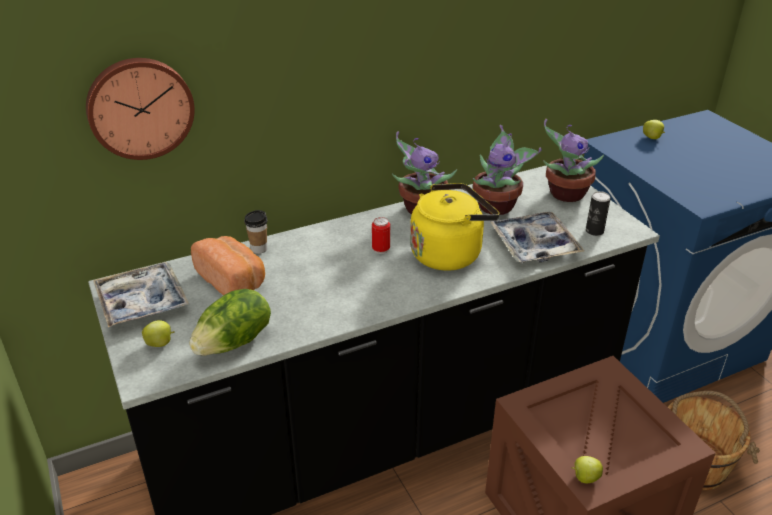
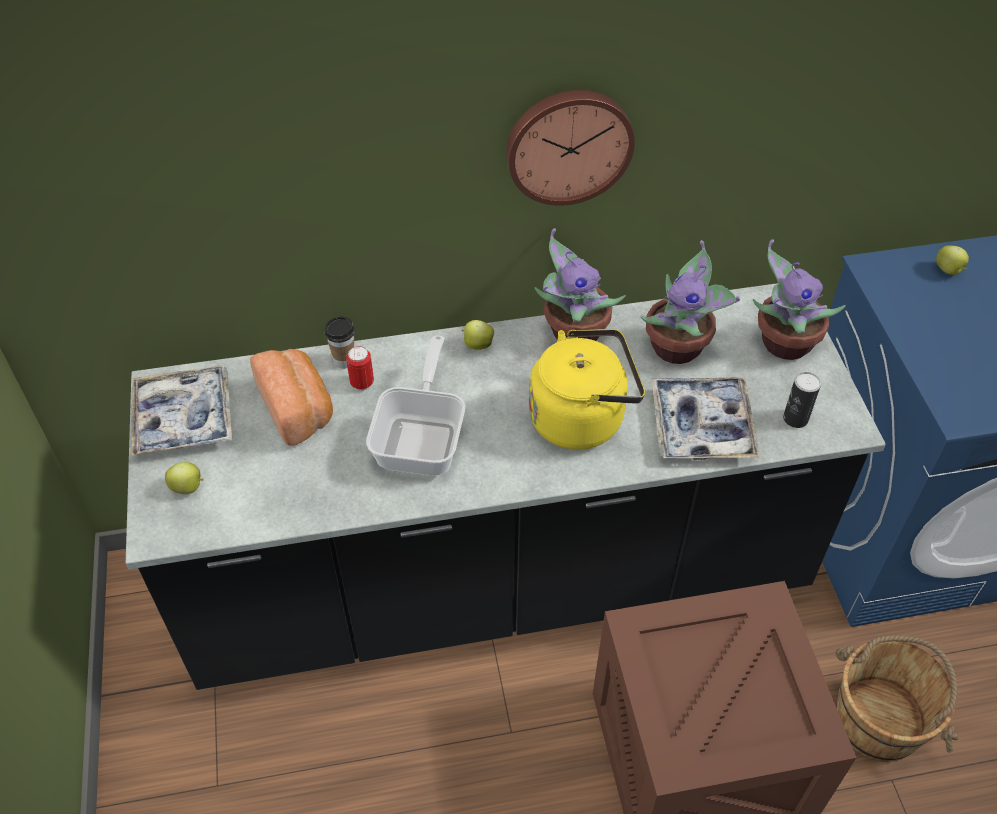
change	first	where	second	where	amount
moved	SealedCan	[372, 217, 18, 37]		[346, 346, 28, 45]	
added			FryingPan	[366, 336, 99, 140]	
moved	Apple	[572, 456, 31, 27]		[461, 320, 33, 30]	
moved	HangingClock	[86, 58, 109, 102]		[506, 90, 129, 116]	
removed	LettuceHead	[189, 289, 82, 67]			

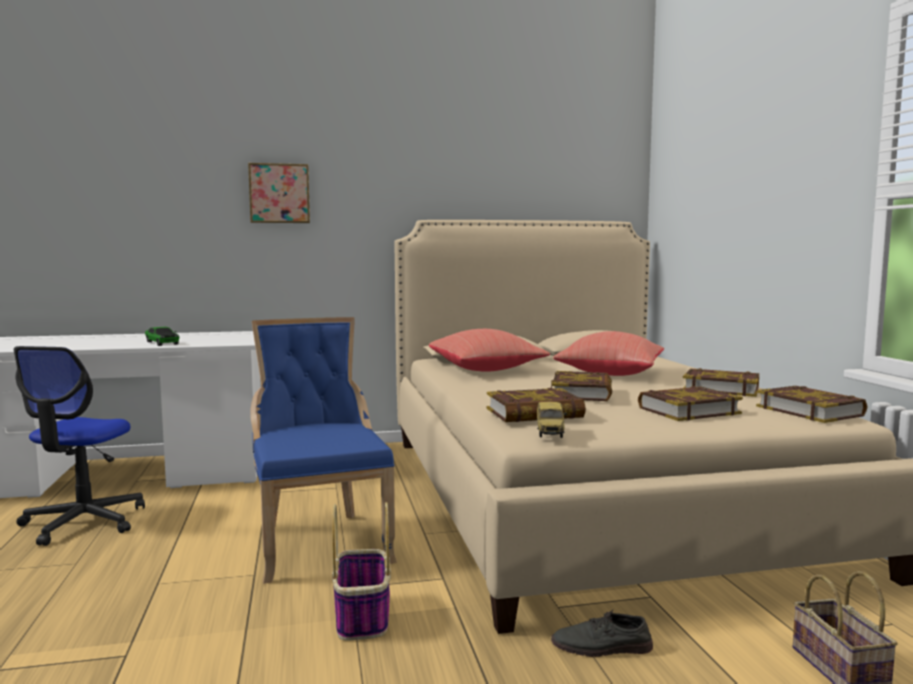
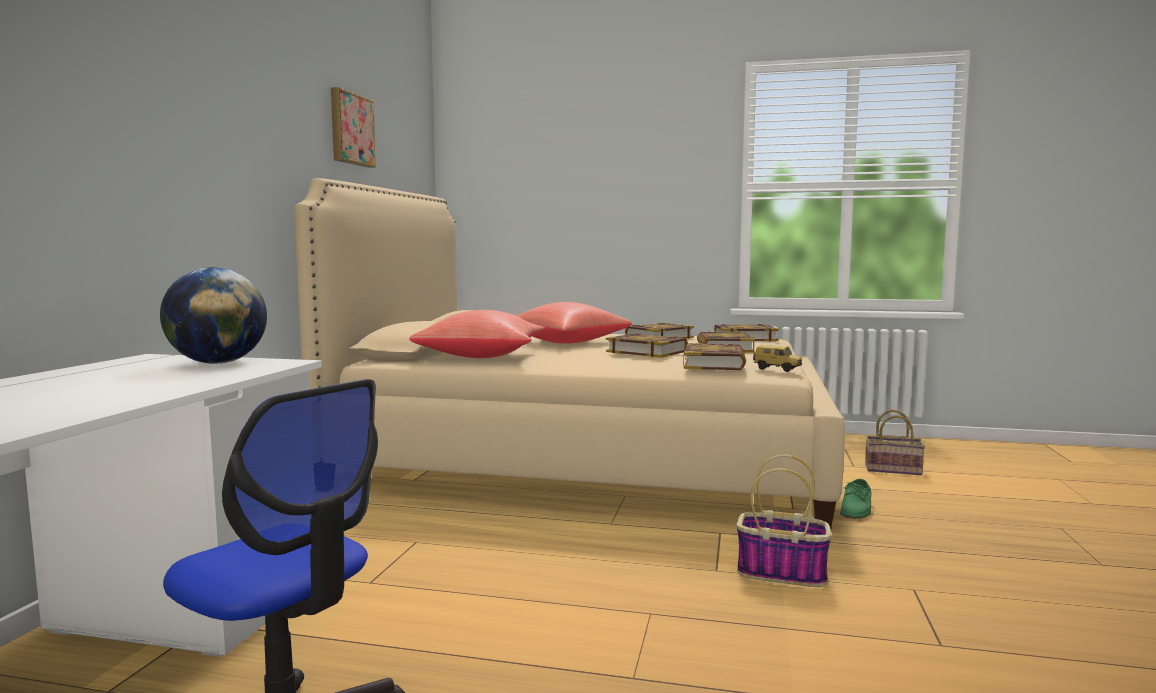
change	first	where	second	where	amount
added			Globe	[160, 267, 107, 97]	
moved	WallArt	[248, 163, 62, 60]		[331, 87, 45, 81]	
recoloured	GreyShoe	[551, 610, 102, 47]	GreenShoe	[840, 479, 31, 40]	
removed	ModelCar	[145, 327, 34, 19]			
removed	BlueChair	[250, 317, 147, 267]			

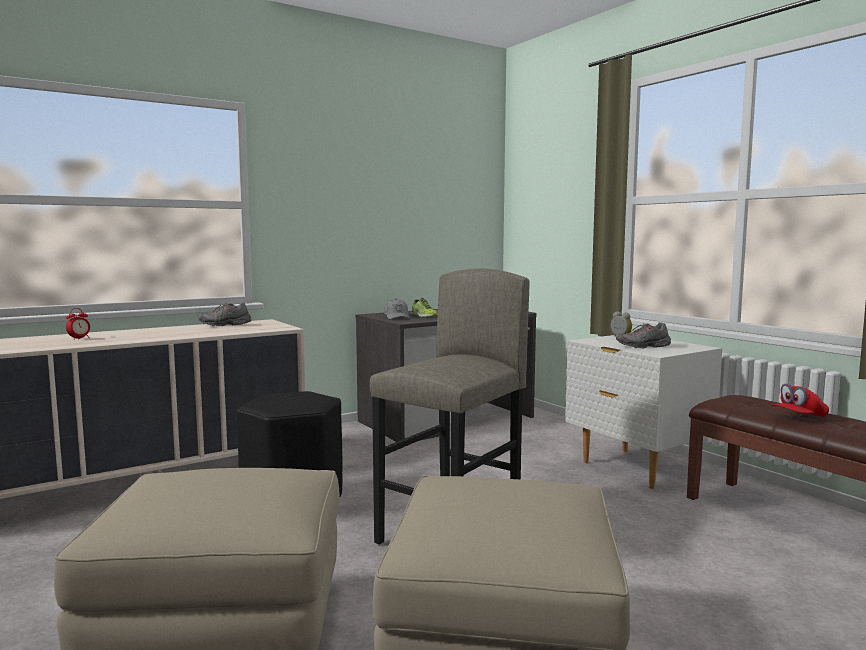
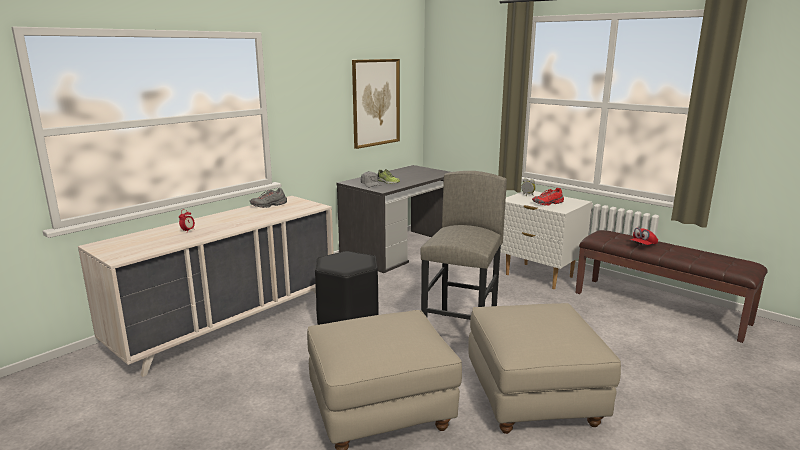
change	first	where	second	where	amount
added			WallArt	[352, 59, 48, 90]	
recoloured	GreyShoe	[616, 322, 55, 26]	ReddishShoe	[532, 188, 32, 18]	

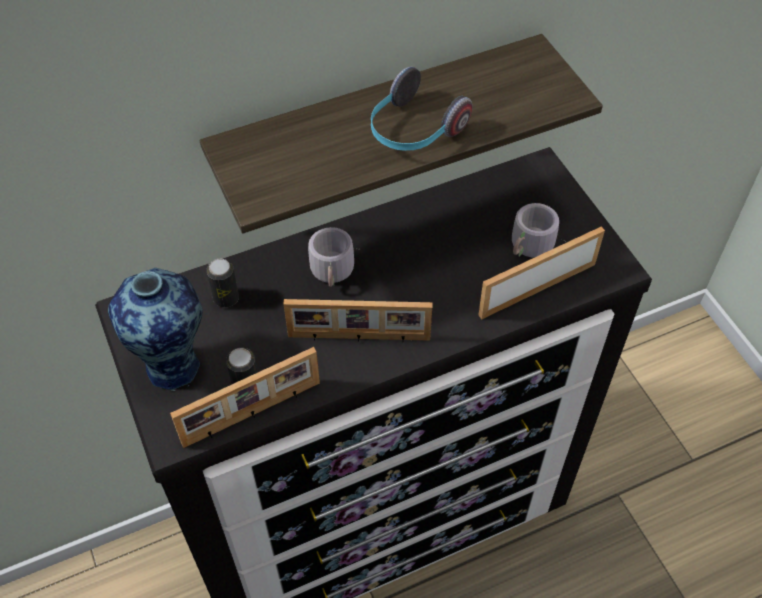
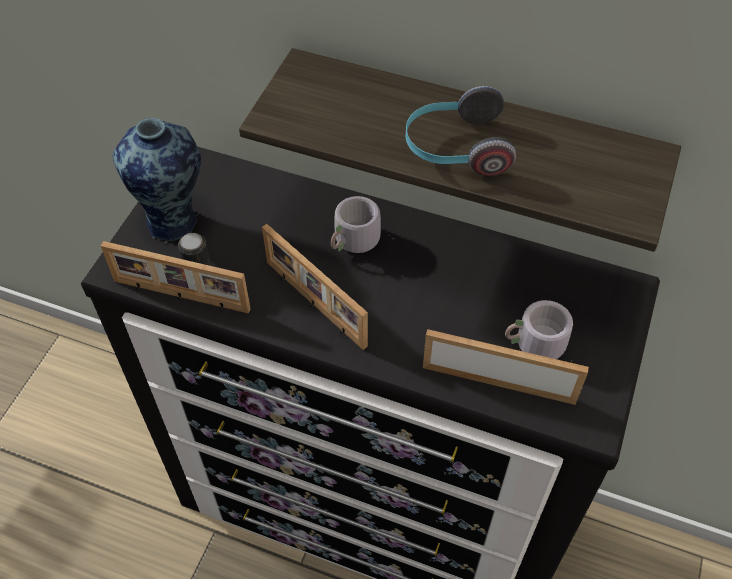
change	first	where	second	where	amount
removed	SealedCan	[206, 259, 33, 48]			

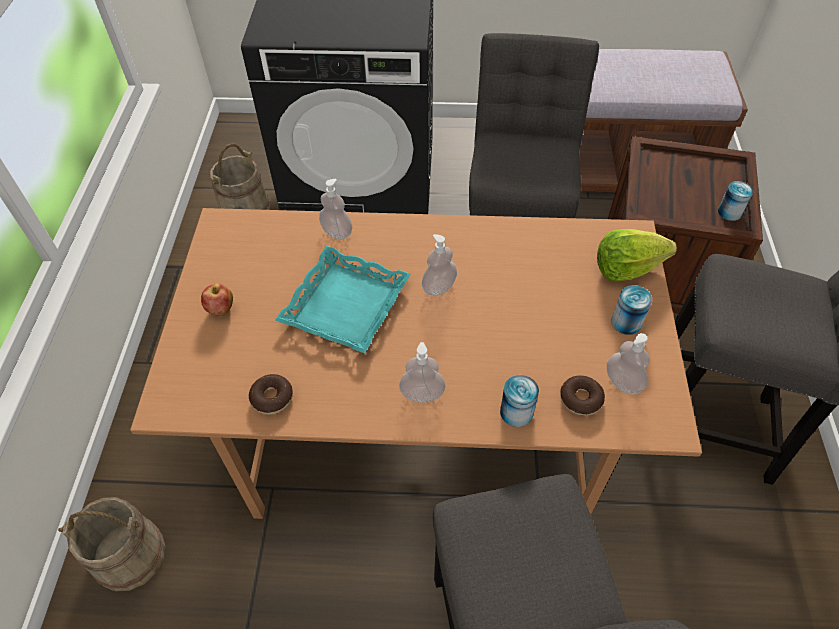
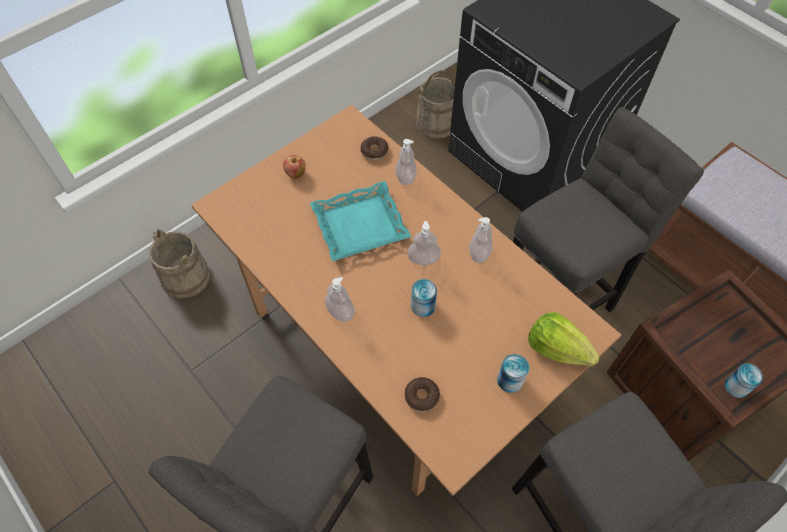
change	first	where	second	where	amount
moved	RingDoughnut	[249, 374, 44, 41]		[361, 136, 27, 24]	
moved	SealedCan	[500, 375, 39, 52]		[411, 279, 26, 38]	
moved	SoapBottle	[607, 333, 43, 61]		[469, 217, 23, 46]	

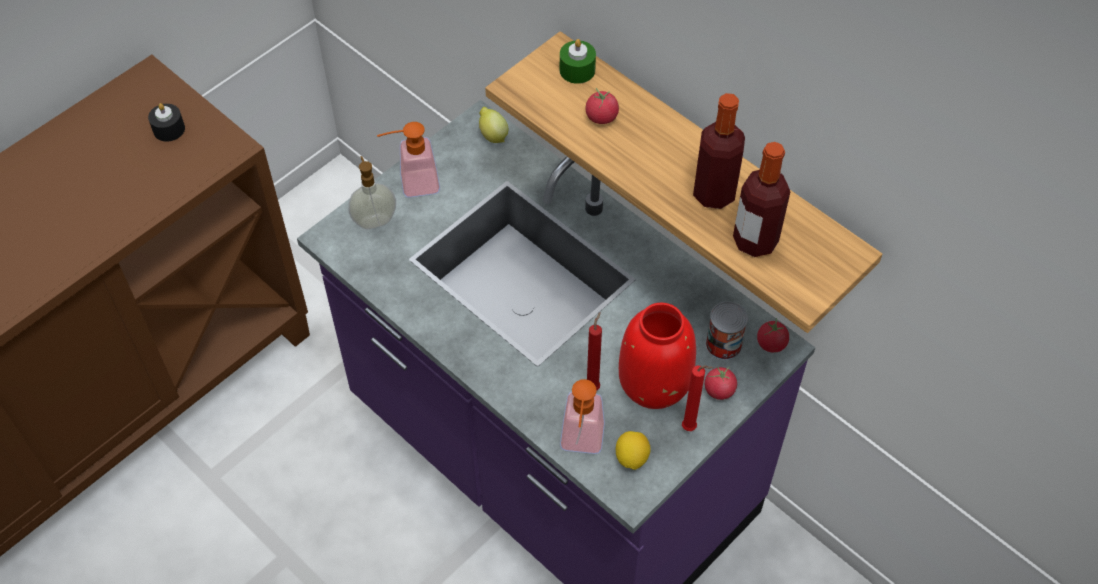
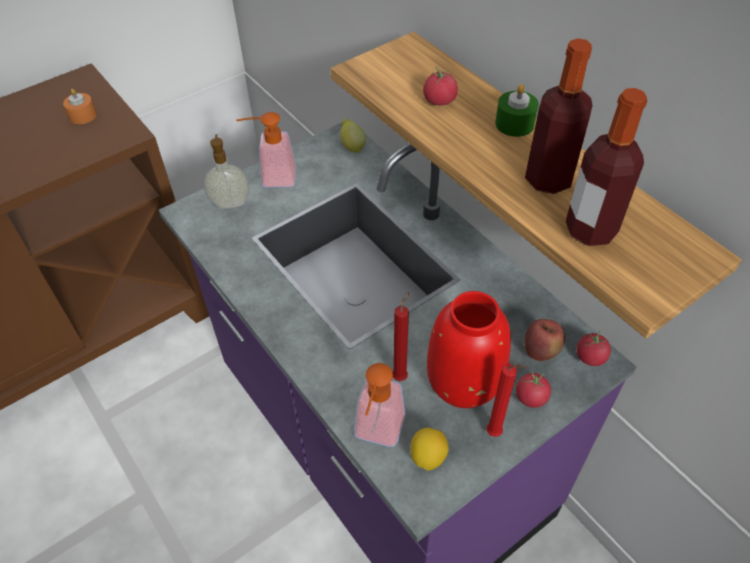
change	first	where	second	where	amount
recoloured	BlackishWaxCandle	[148, 103, 37, 38]	OrangeColouredWaxCandle	[63, 89, 34, 35]	
moved	GreenWaxCandle	[560, 39, 36, 45]		[495, 84, 44, 53]	
replaced	SealedCan	[706, 301, 42, 59]	Apple	[524, 319, 41, 42]	

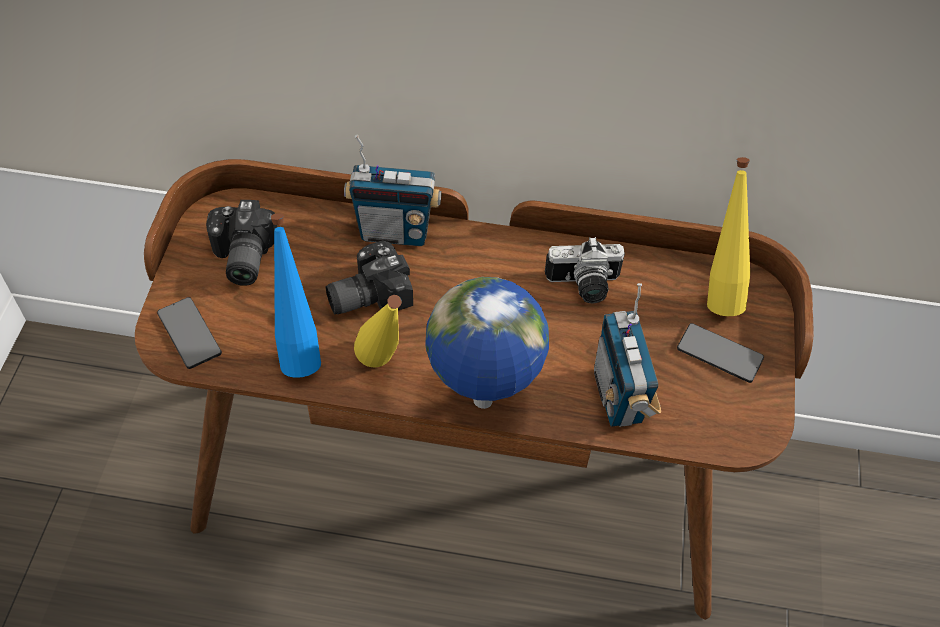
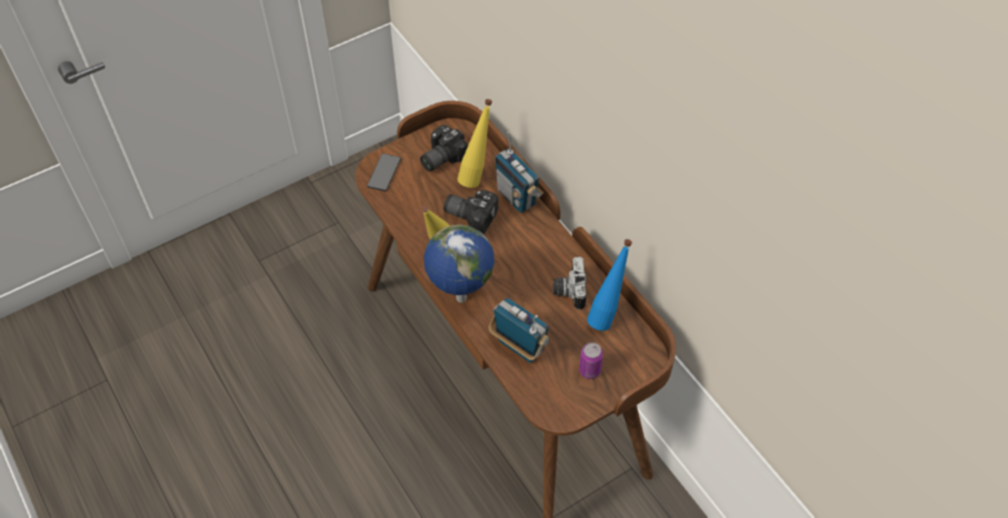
change	first	where	second	where	amount
moved	YellowColouredBeverageBottle	[707, 157, 43, 159]		[457, 99, 35, 89]	
turned	RadioSet	[594, 283, 67, 144]		[489, 297, 60, 66]	90 degrees clockwise
turned	StillCamera	[545, 237, 80, 66]		[553, 257, 33, 53]	45 degrees clockwise
replaced	Telephone	[677, 323, 87, 60]	SealedCan	[579, 342, 24, 37]	
moved	BlueBeverageBottle	[270, 213, 51, 165]		[587, 239, 45, 92]	

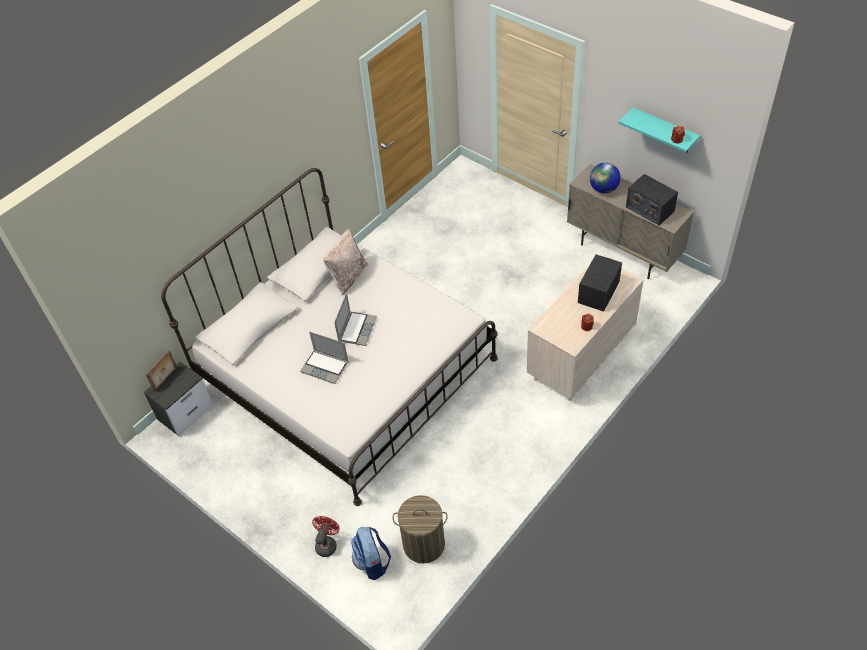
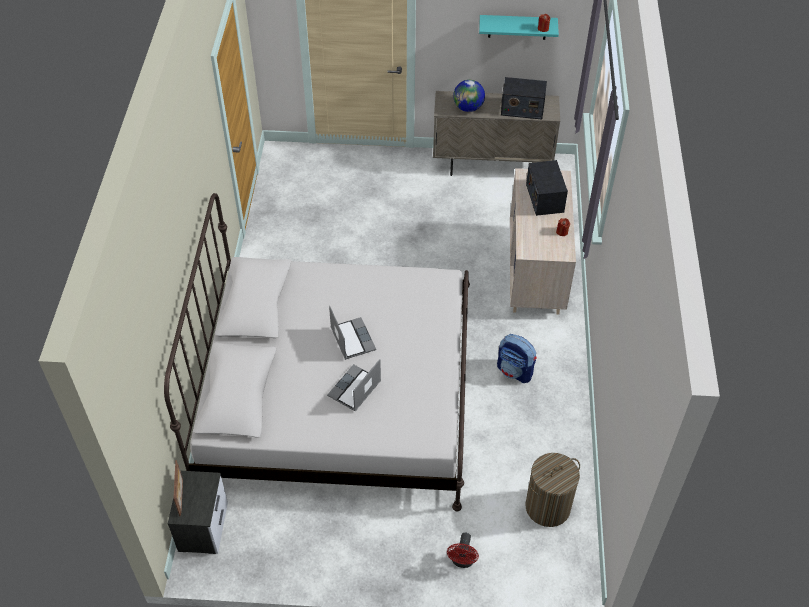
change	first	where	second	where	amount
turned	PortableComputer	[300, 332, 49, 52]		[327, 359, 54, 52]	135 degrees clockwise
turned	ReddishElectricFan	[312, 516, 27, 41]		[447, 533, 32, 35]	150 degrees counterclockwise
moved	Knapsack	[351, 527, 40, 53]		[497, 334, 40, 49]	
removed	SandColouredCushion	[323, 229, 45, 66]			

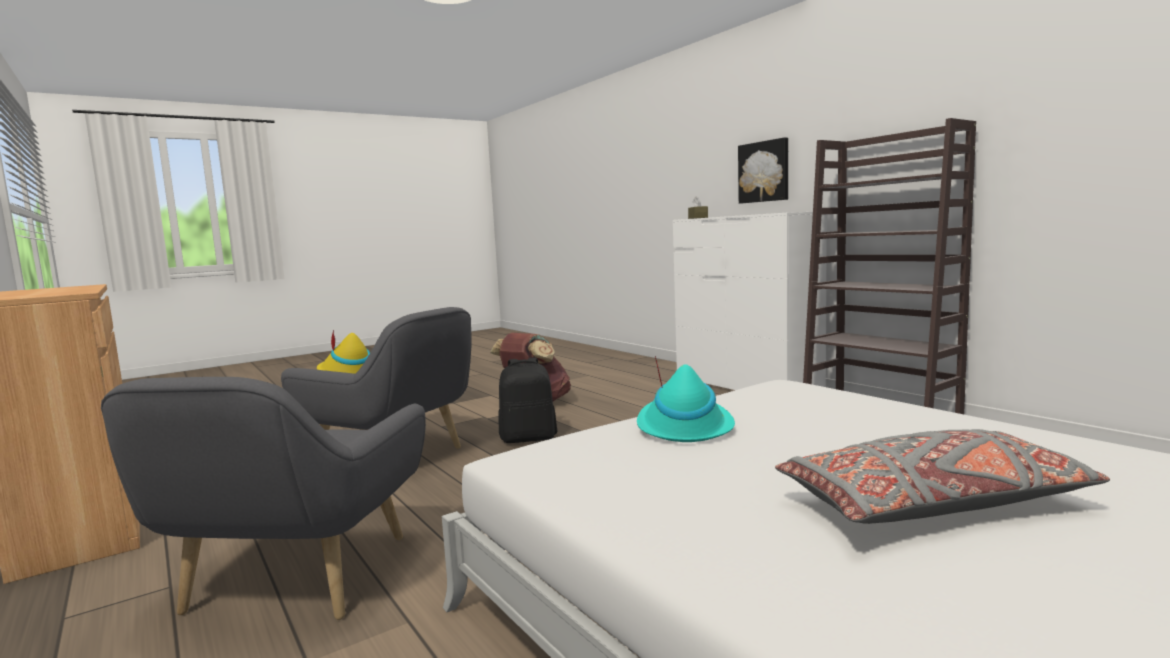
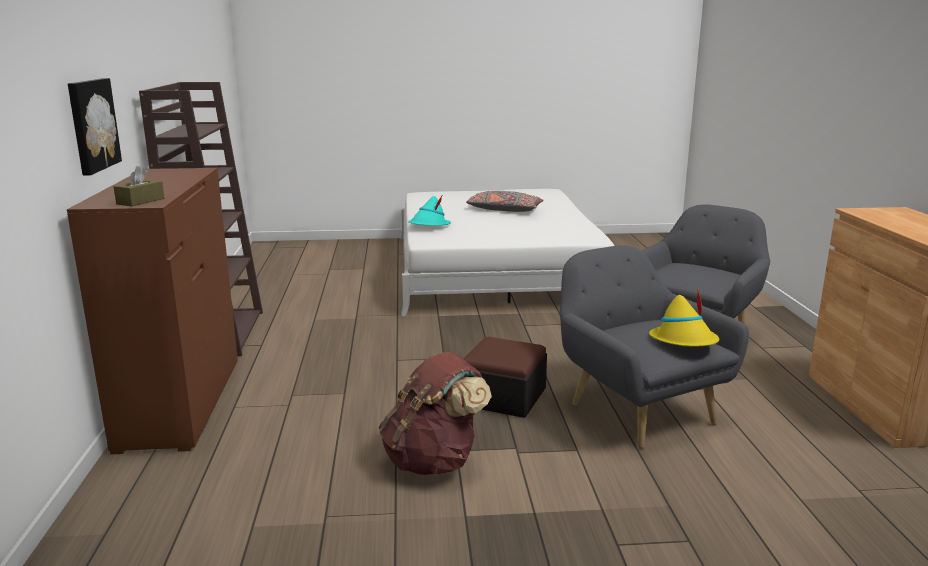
change	first	where	second	where	amount
recoloured	WhiteColouredDresser	[673, 212, 154, 178]	BrownDresser	[67, 168, 171, 287]	
moved	TurquoiseClothingHat	[637, 356, 98, 86]		[408, 194, 43, 32]	
replaced	BlackishKnapsack	[498, 357, 59, 86]	Footrest	[463, 337, 84, 81]	

